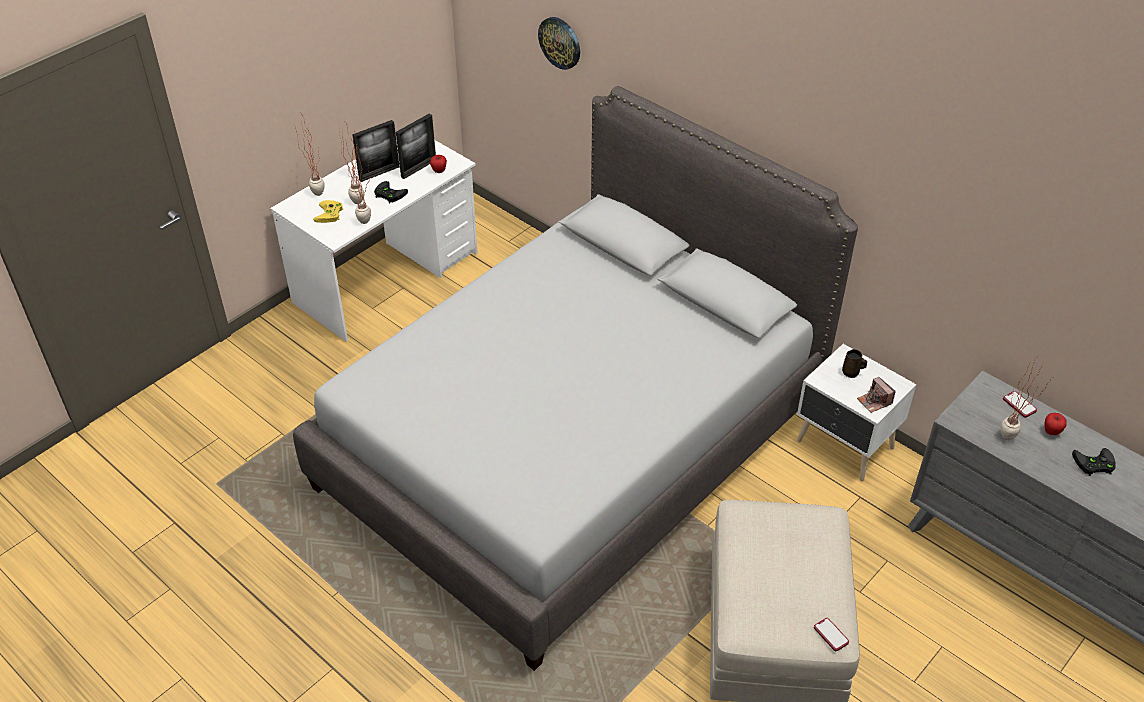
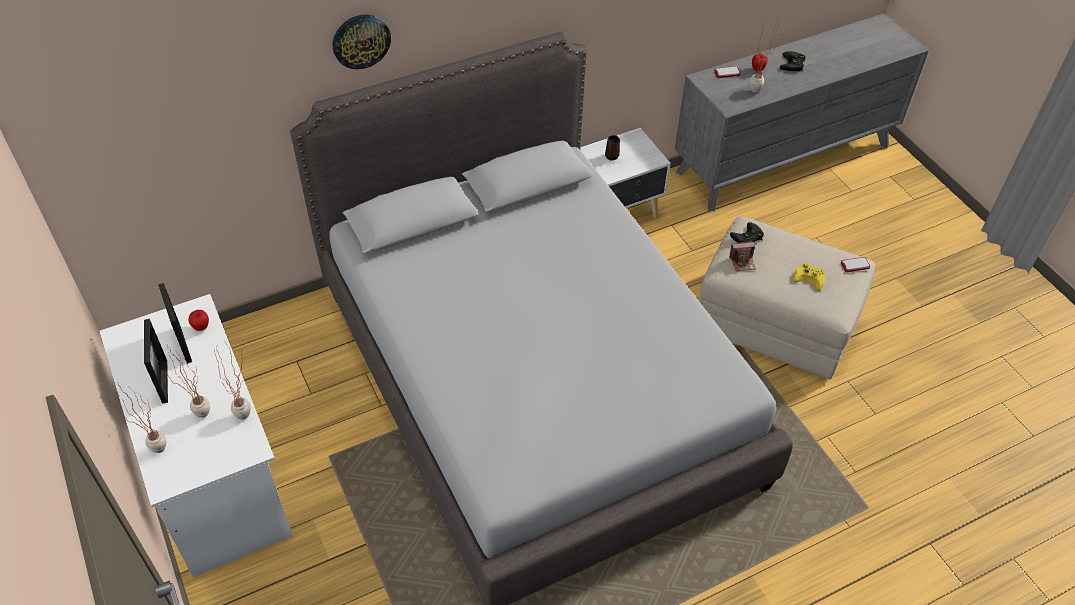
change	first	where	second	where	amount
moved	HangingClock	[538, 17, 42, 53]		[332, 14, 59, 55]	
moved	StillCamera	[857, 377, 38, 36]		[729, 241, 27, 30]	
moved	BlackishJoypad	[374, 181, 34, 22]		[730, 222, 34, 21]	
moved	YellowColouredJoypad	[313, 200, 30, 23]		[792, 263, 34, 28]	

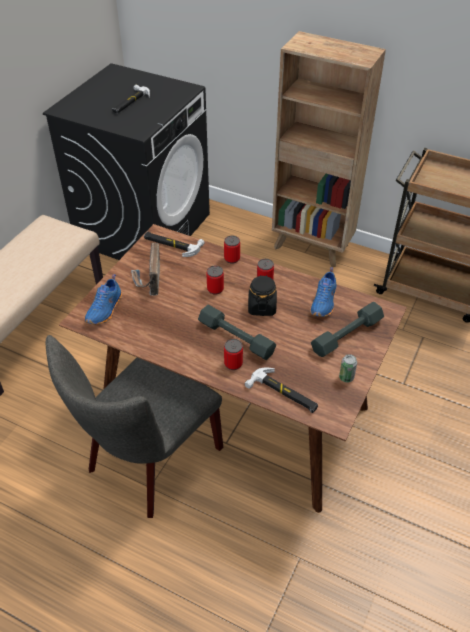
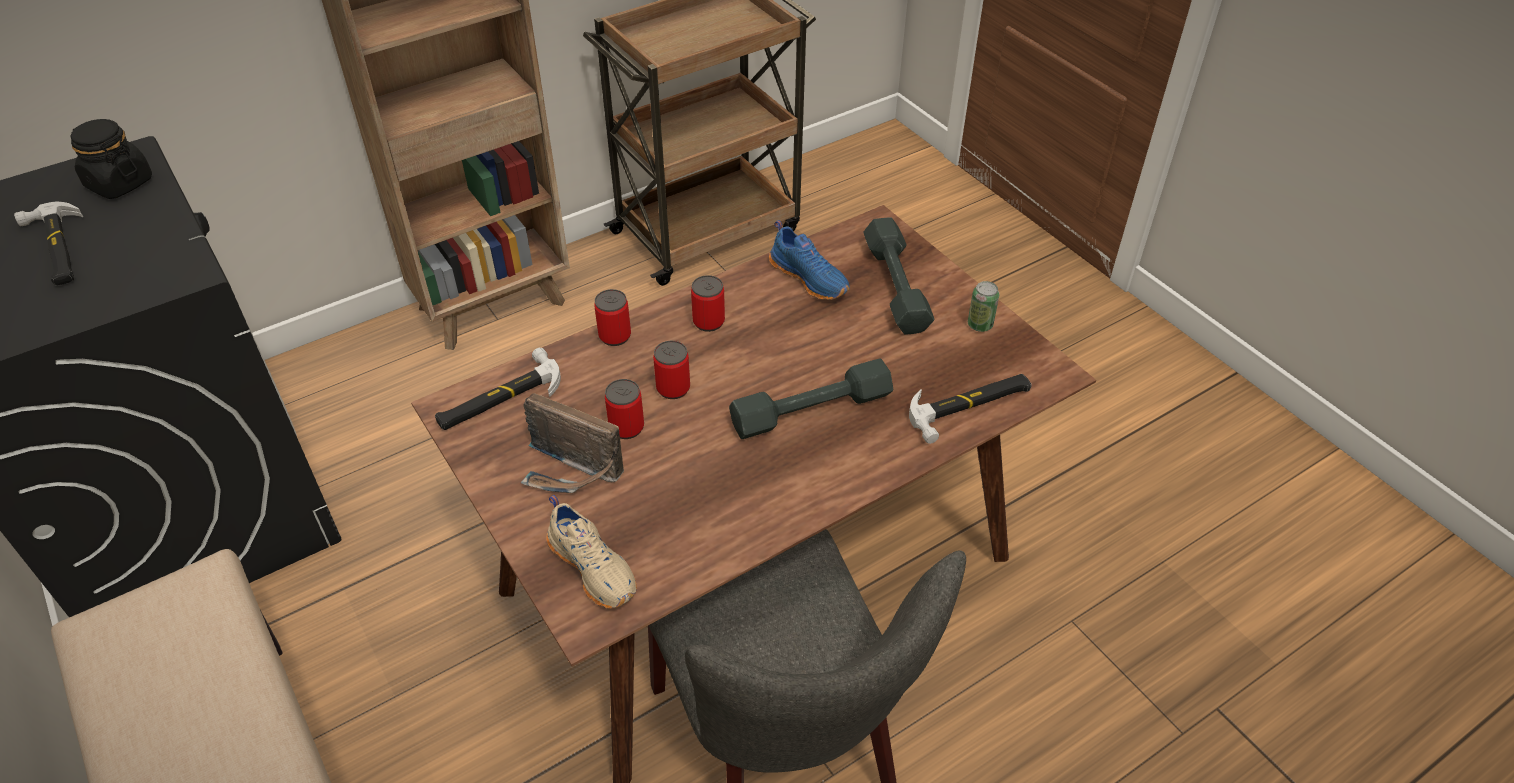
change	first	where	second	where	amount
moved	BlackishStorageJar	[248, 275, 29, 41]		[70, 119, 82, 80]	
recoloured	BlueShoe	[85, 274, 37, 50]	SandColouredShoe	[547, 495, 90, 114]	
moved	SealedCan	[224, 339, 19, 31]		[605, 379, 39, 60]	

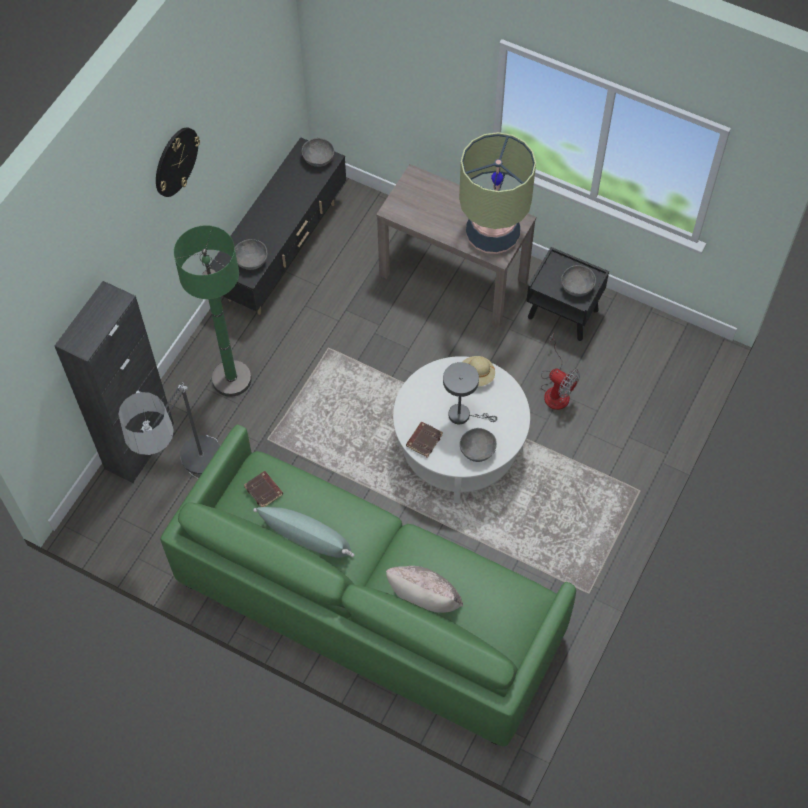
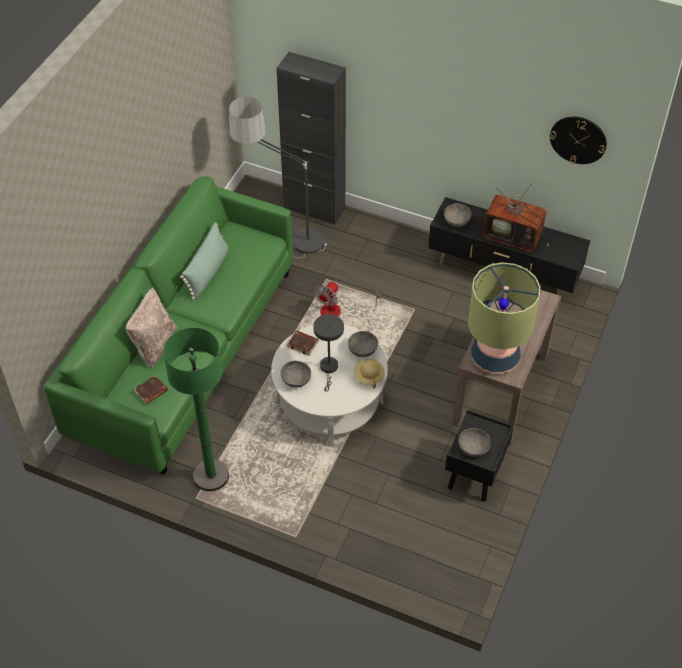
change	first	where	second	where	amount
moved	BrownBoundBook	[244, 471, 39, 36]		[134, 375, 34, 29]	
moved	GreenStandardLamp	[174, 225, 78, 172]		[163, 328, 66, 163]	
moved	ElectricFan	[541, 333, 39, 77]		[314, 282, 67, 35]	
moved	GreyDeepDish	[302, 138, 32, 29]		[348, 331, 30, 26]	
added			Television	[483, 183, 66, 69]	
moved	HangingClock	[156, 127, 44, 70]		[550, 117, 57, 47]	

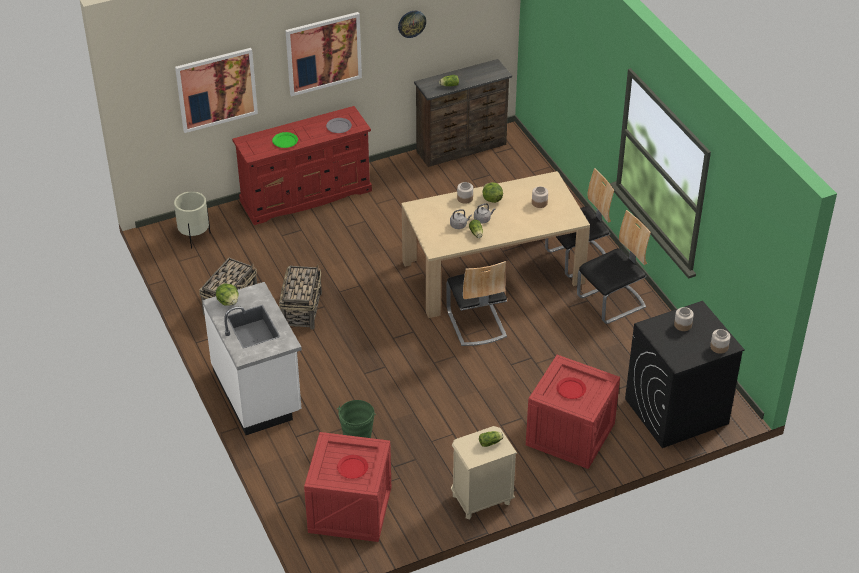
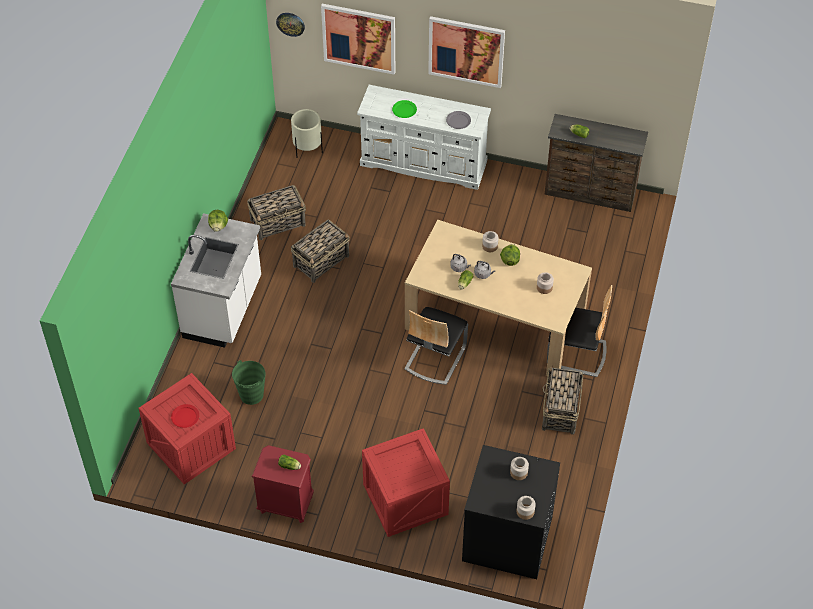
change	first	where	second	where	amount
recoloured	SandColouredNightTable	[451, 426, 66, 94]	ReddishNightTable	[252, 445, 62, 78]	
moved	HangingClock	[398, 11, 28, 27]		[276, 13, 29, 24]	
recoloured	ReddishDresser	[232, 106, 140, 119]	WhiteColouredDresser	[357, 85, 134, 105]	
replaced	Chair	[577, 210, 74, 114]	HouseholdBasket	[542, 365, 41, 70]	
removed	ReddishFlatDish	[556, 377, 30, 22]			

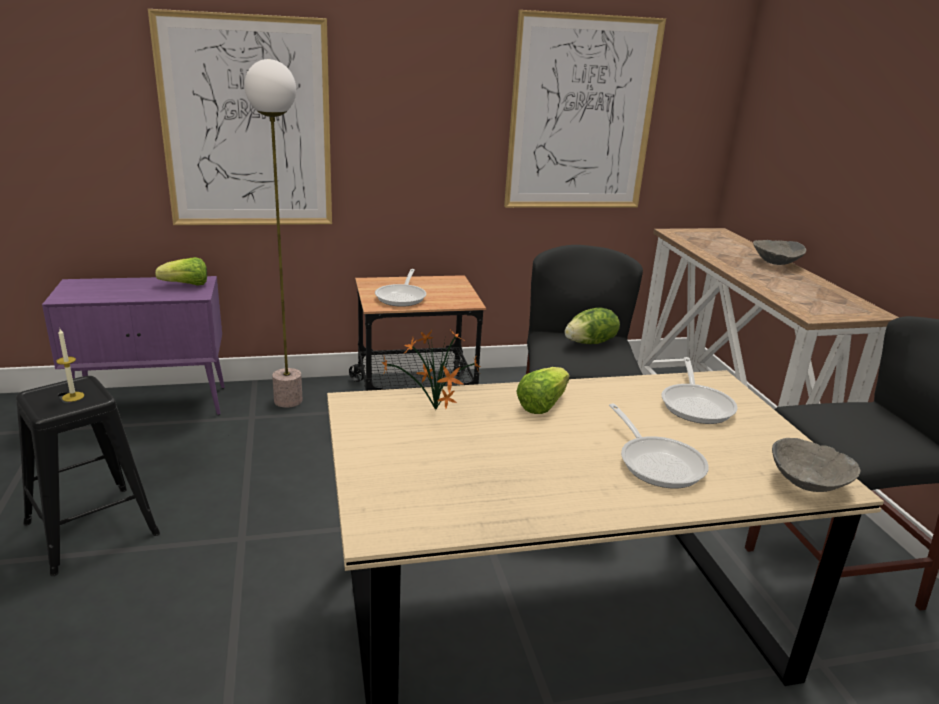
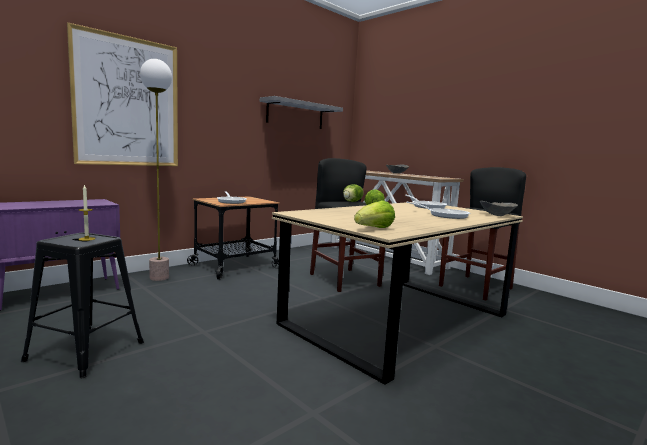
change	first	where	second	where	amount
replaced	WallArt	[504, 10, 162, 198]	GreyBracketShelf	[260, 96, 83, 33]	
moved	LettuceHead	[155, 257, 52, 29]		[354, 200, 41, 28]	
removed	PlantInAPot	[382, 330, 98, 80]			

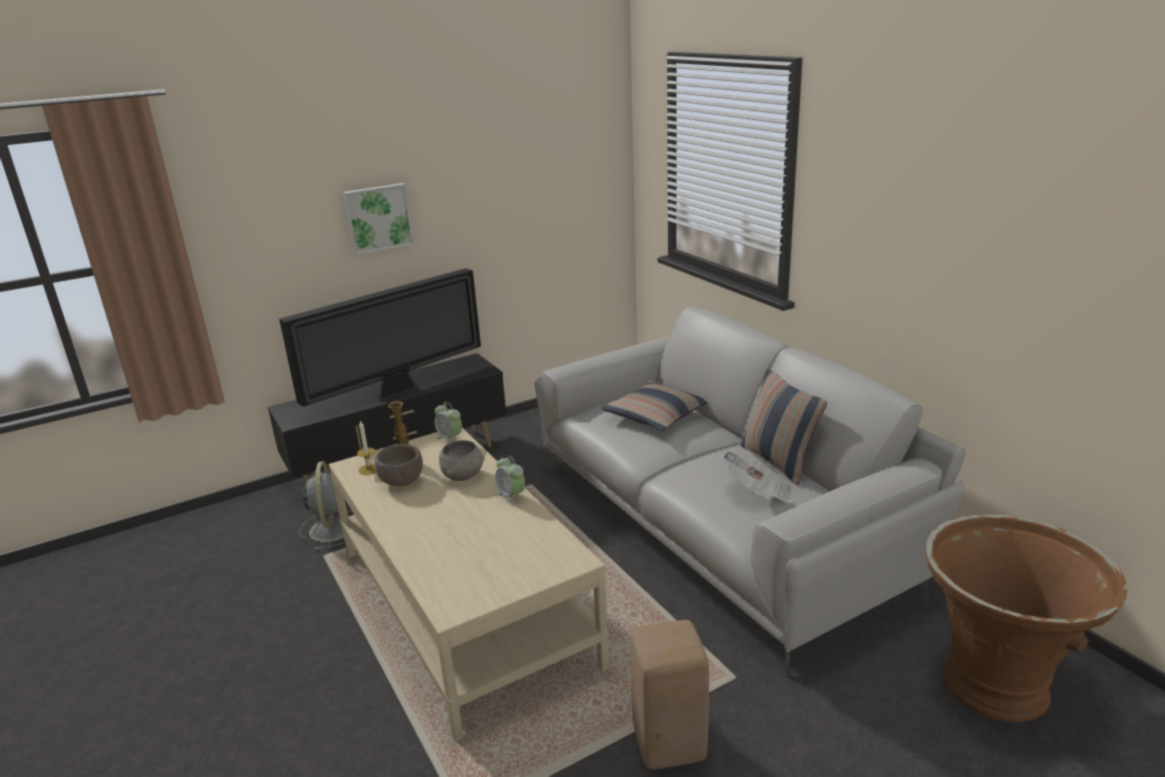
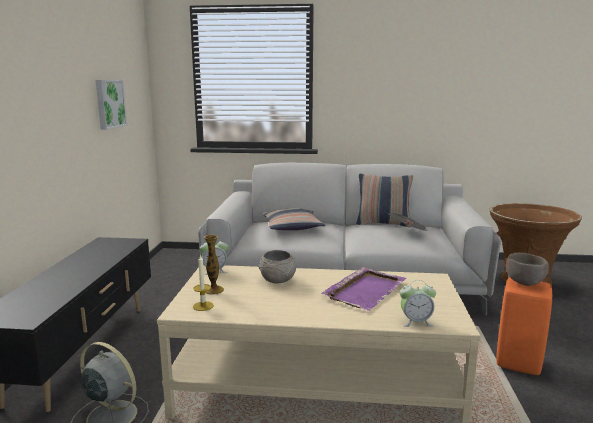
change	first	where	second	where	amount
moved	WallArt	[343, 183, 71, 72]		[96, 80, 31, 50]	
added			PurplishServingTray	[321, 267, 85, 43]	
moved	TableClock	[495, 456, 30, 50]		[400, 280, 36, 47]	
recoloured	SandColouredSittingStool	[630, 620, 79, 150]	OrangeColouredSittingStool	[496, 278, 56, 97]	
moved	BrownDeepDish	[375, 444, 48, 42]		[506, 253, 43, 33]	
removed	Television	[279, 268, 202, 139]			

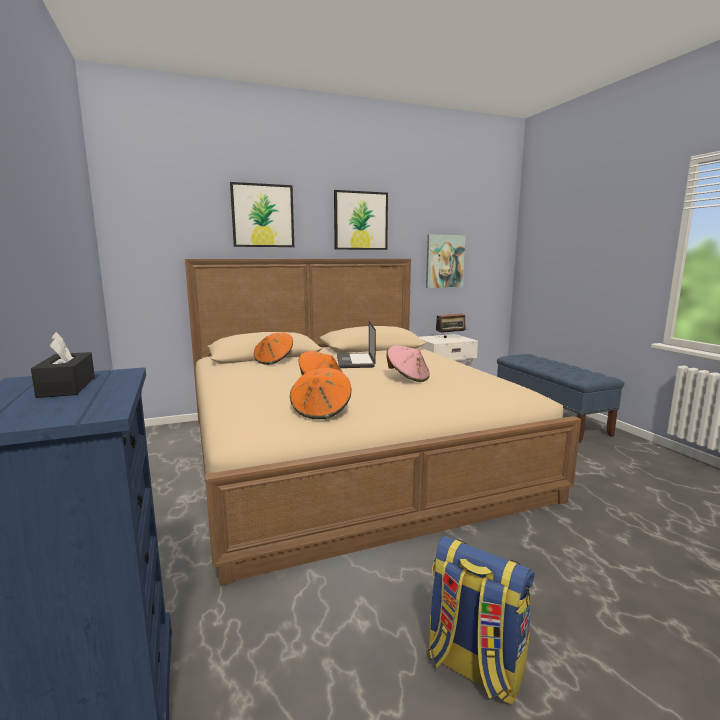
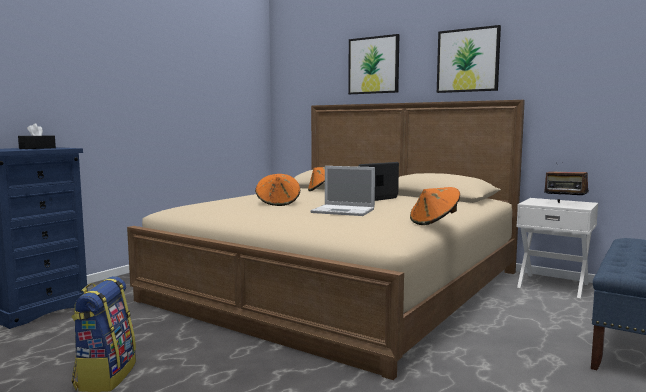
change	first	where	second	where	amount
replaced	PinkishClothingHat	[387, 345, 43, 37]	PortableComputer	[311, 166, 64, 50]	
moved	OrangeColouredClothingHat	[290, 368, 61, 51]		[410, 187, 50, 38]	
removed	WallArt	[426, 235, 40, 53]			

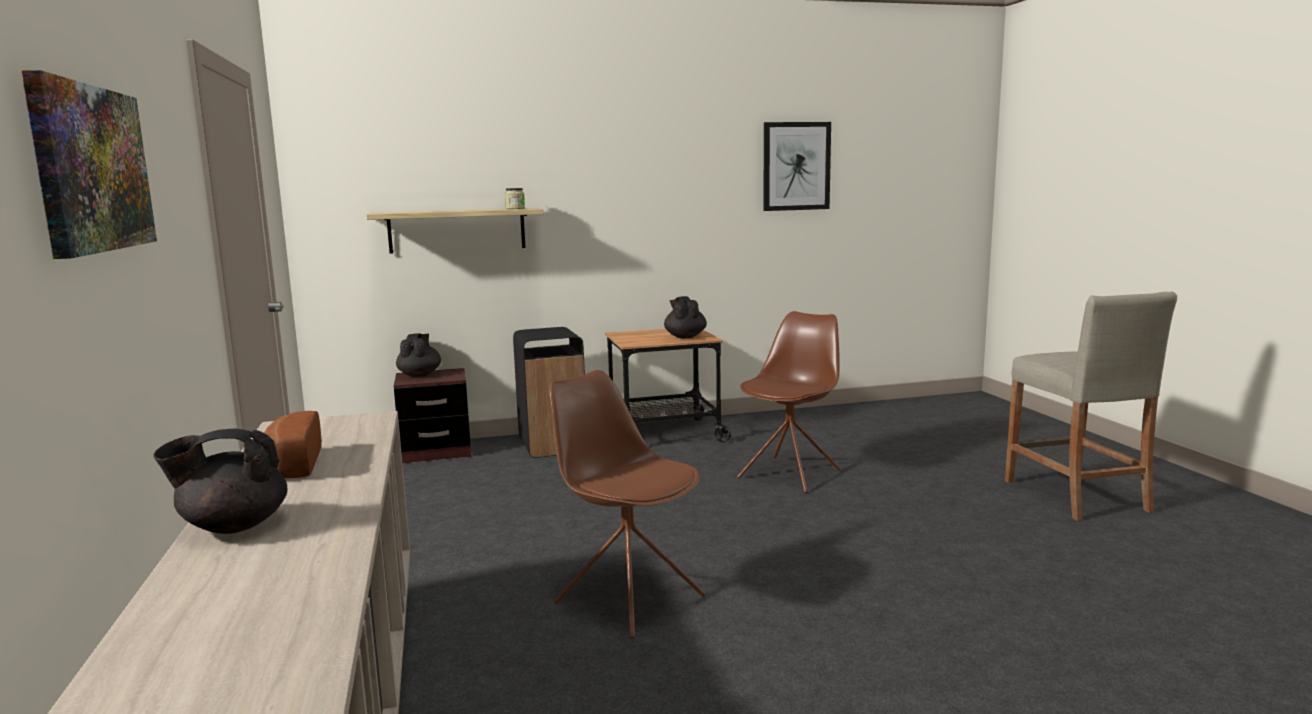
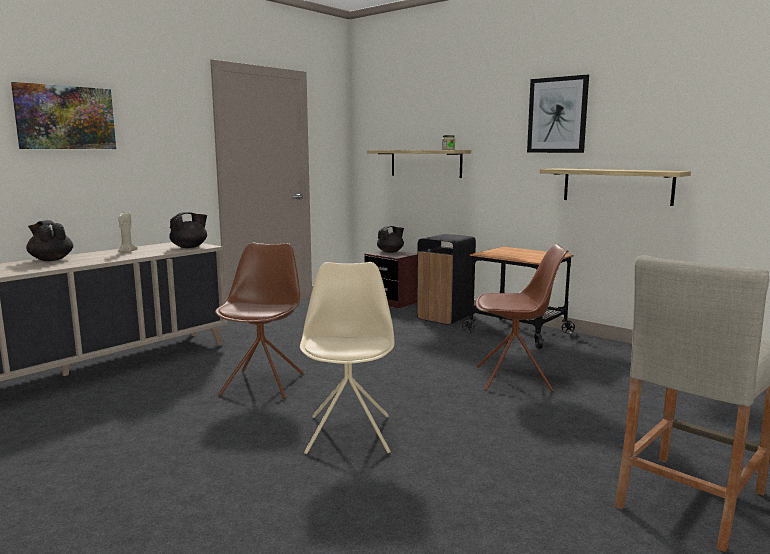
change	first	where	second	where	amount
replaced	BakedBread	[264, 411, 58, 68]	SandColouredWaxCandle	[118, 212, 20, 41]	
moved	BlackishTeaPot	[664, 296, 43, 43]		[169, 212, 38, 36]	
added			SandColouredChair	[300, 262, 94, 192]	
moved	WallArt	[763, 122, 68, 89]		[527, 75, 62, 78]	
added			BracketShelf	[540, 168, 151, 38]	

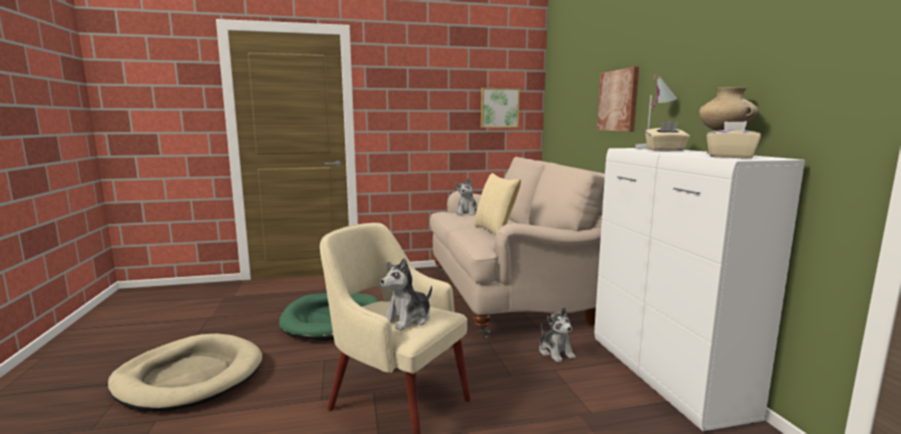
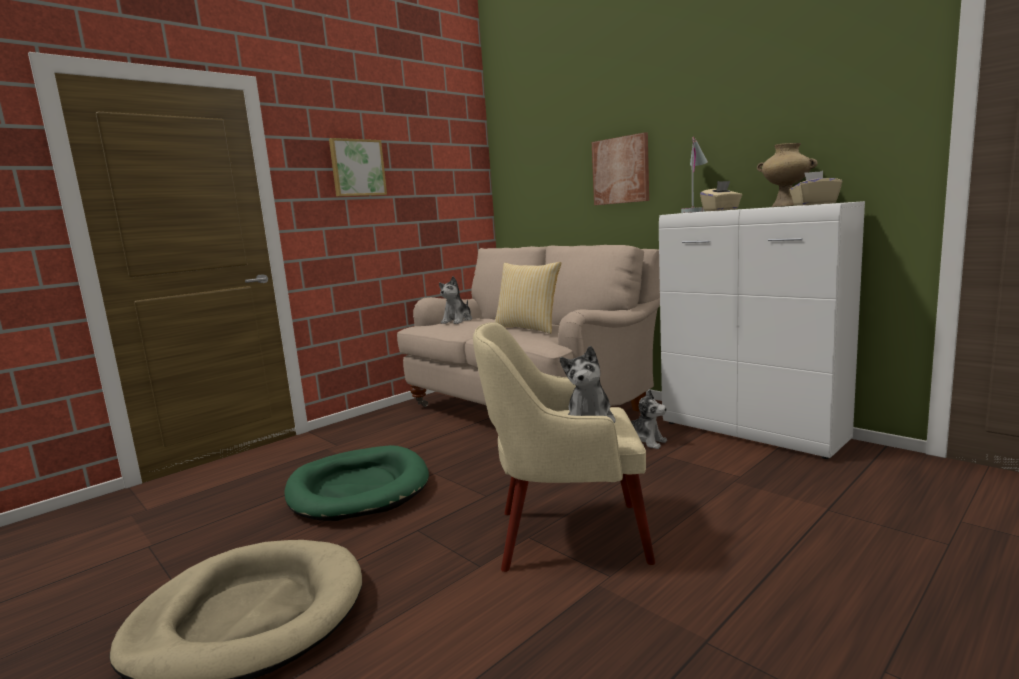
change	first	where	second	where	amount
moved	WallArt	[481, 88, 39, 40]		[329, 138, 58, 59]	
turned	PlushToy	[455, 178, 22, 38]		[439, 276, 33, 48]	45 degrees clockwise

